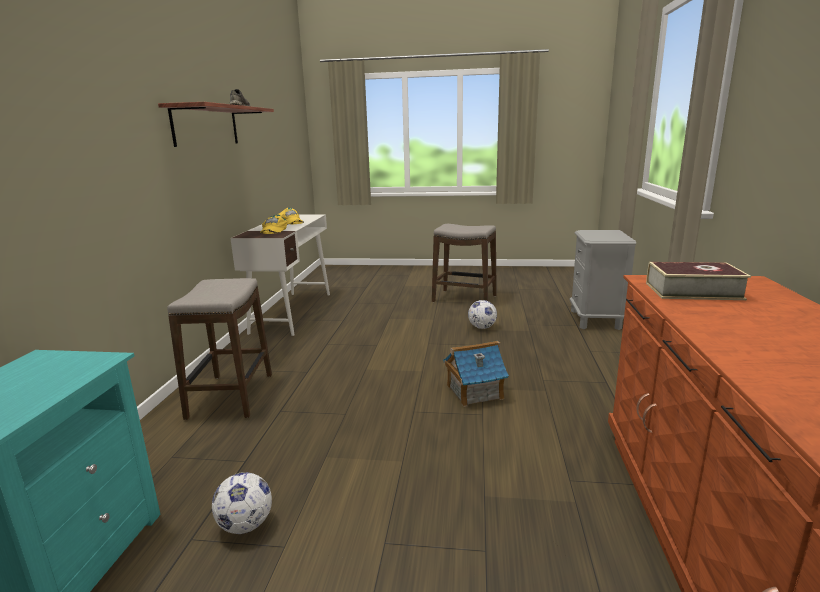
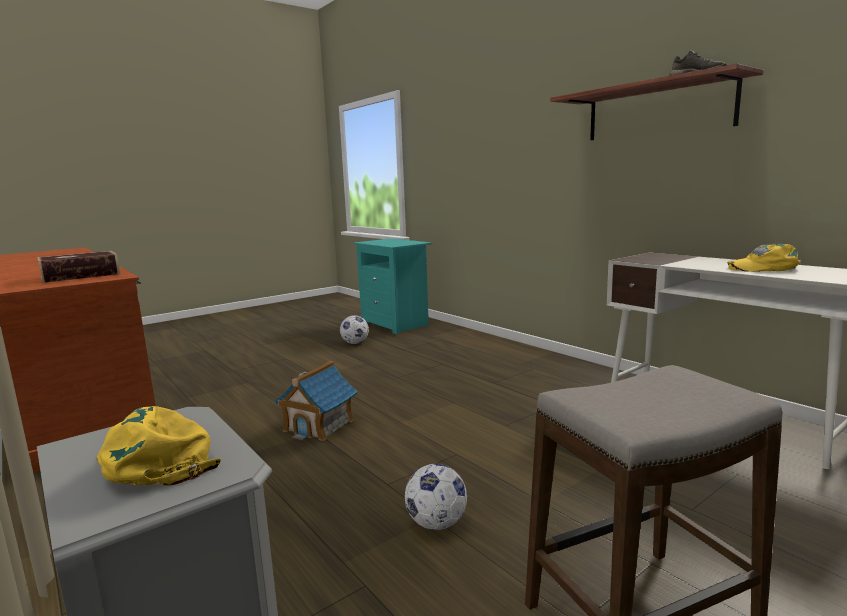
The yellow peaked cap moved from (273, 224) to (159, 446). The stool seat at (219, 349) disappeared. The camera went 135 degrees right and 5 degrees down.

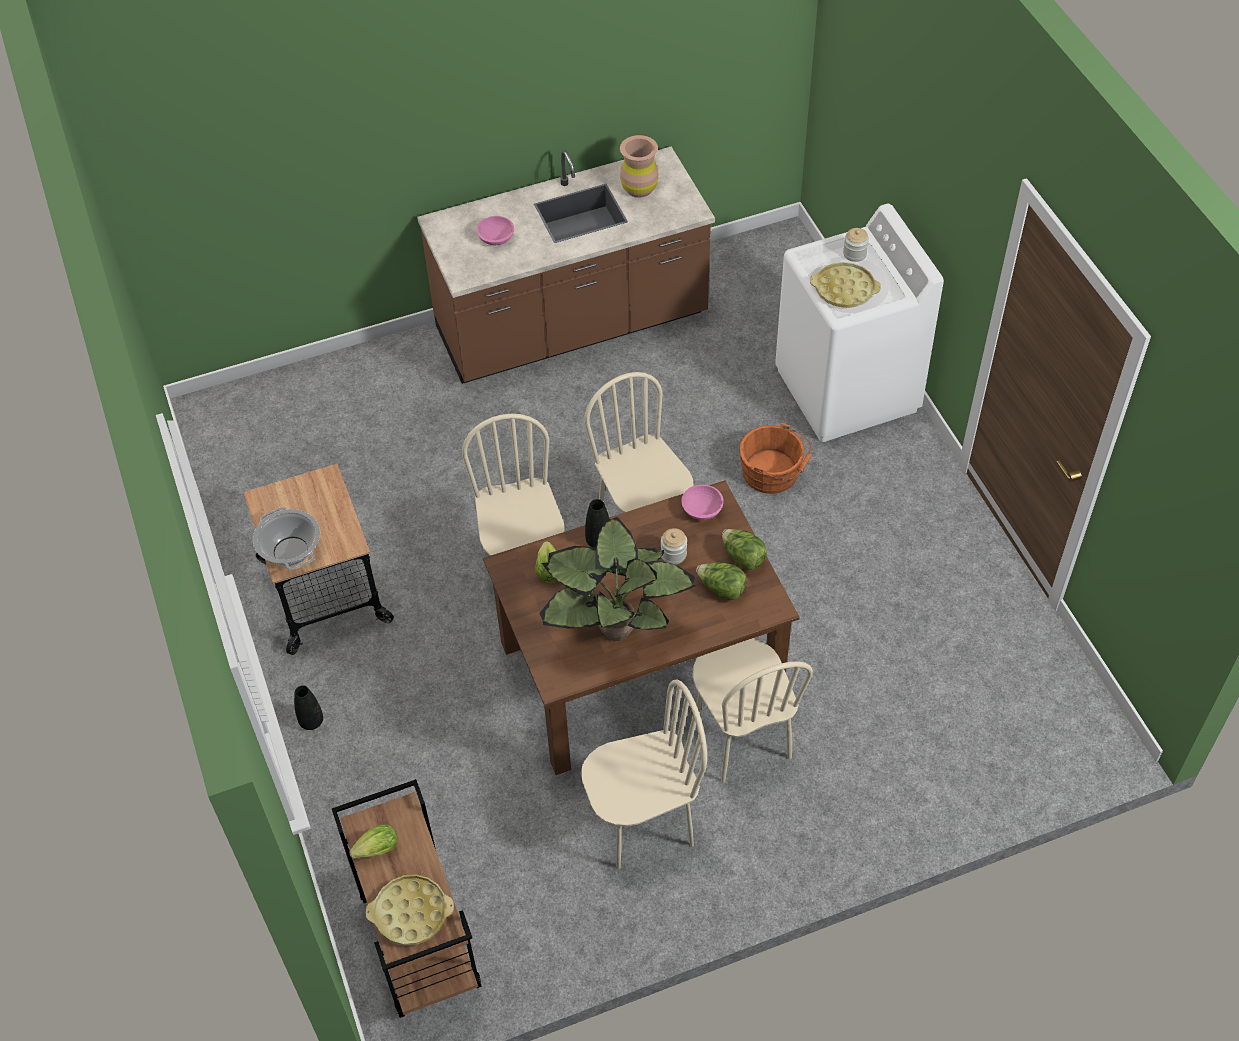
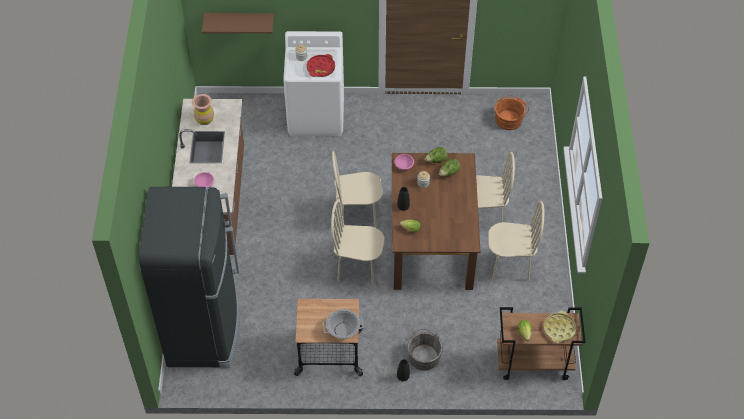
The black-coloured kitchen fridge at (189, 277) appeared. The brownish wall shelf at (238, 23) appeared. The yellow serving tray at (845, 285) became the red serving tray at (321, 65). The gray water bucket at (423, 349) appeared. The sand-coloured chair at (644, 774) turned 90 degrees clockwise. The orange-coloured water bucket moved from (775, 458) to (512, 112). The potted plant at (617, 579) disappeared. The camera went 70 degrees left and 0 degrees up.

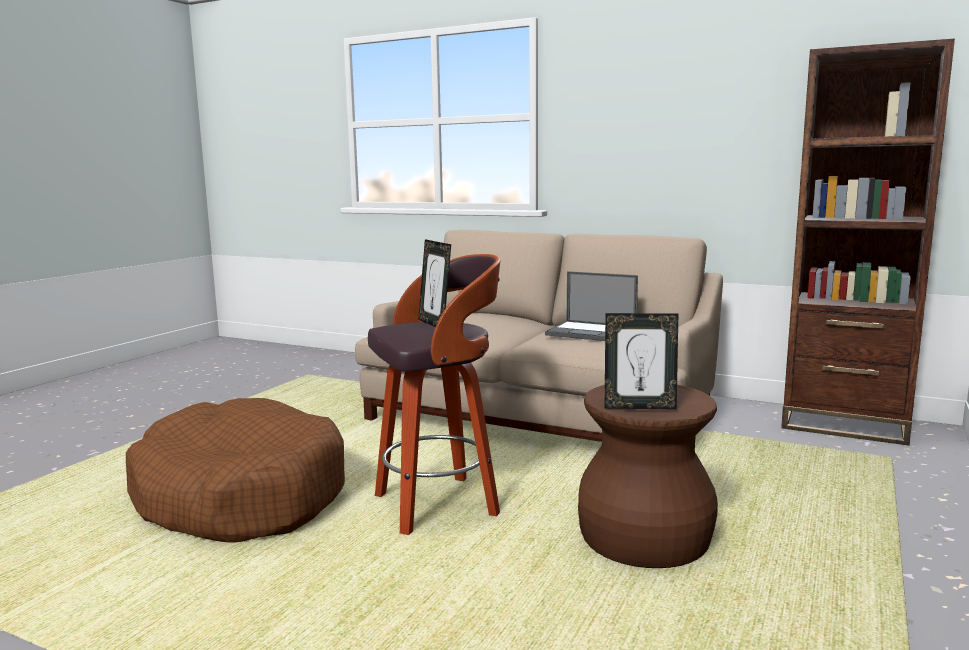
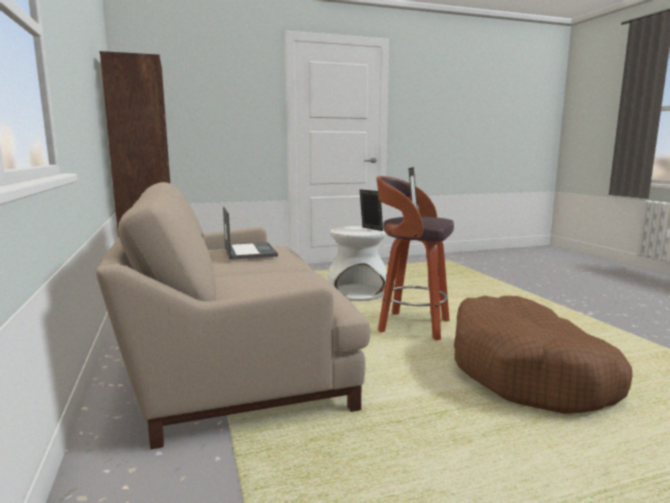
The brownish stool seat at (648, 476) became the whitish stool seat at (357, 263). The camera went 135 degrees left and 0 degrees up.

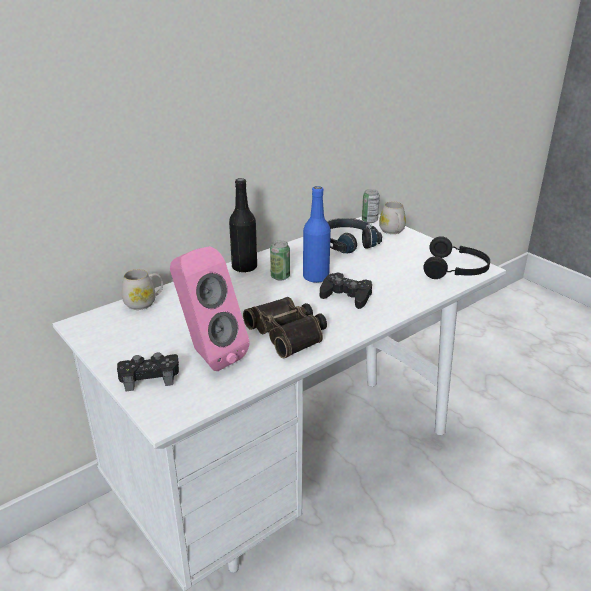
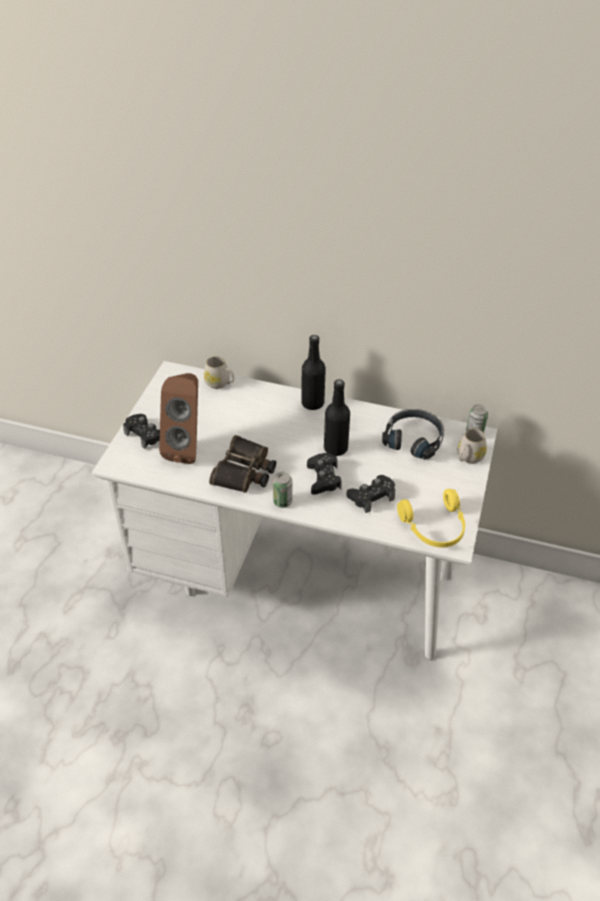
The pinkish loudspeaker at (210, 308) became the brownish loudspeaker at (178, 418). The sealed can moved from (280, 260) to (283, 490). The blue bottle at (317, 234) became the black-coloured bottle at (337, 417). The black-coloured joypad at (370, 494) appeared. The black-coloured headphones at (457, 257) became the yellow headphones at (431, 518). The camera went 55 degrees right and 15 degrees up.

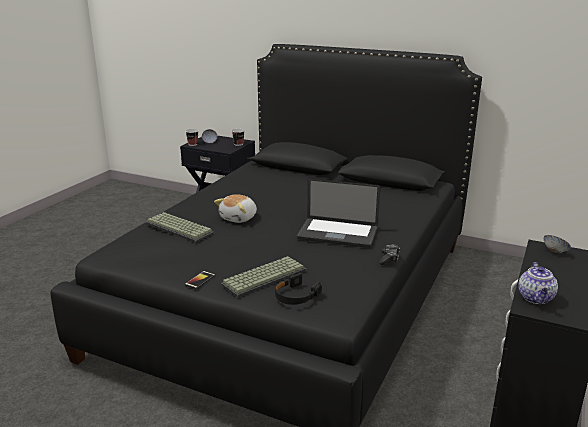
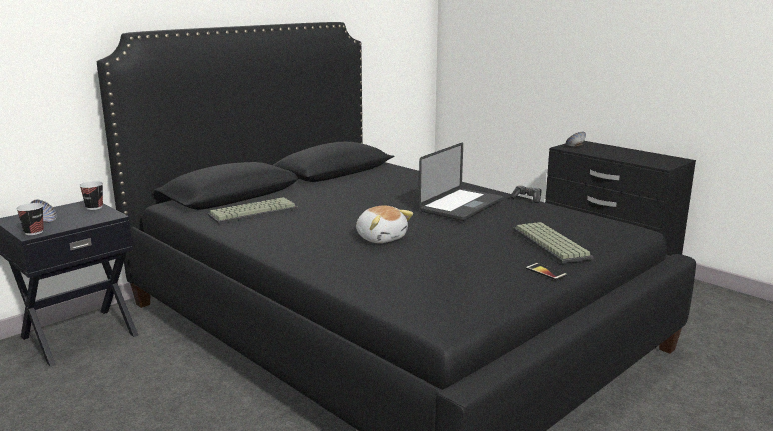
The PC keyboard moved from (180, 227) to (253, 210). The black-coloured headphones at (298, 289) disappeared. The pot for tea at (538, 283) disappeared. The camera went 70 degrees left and 5 degrees down.

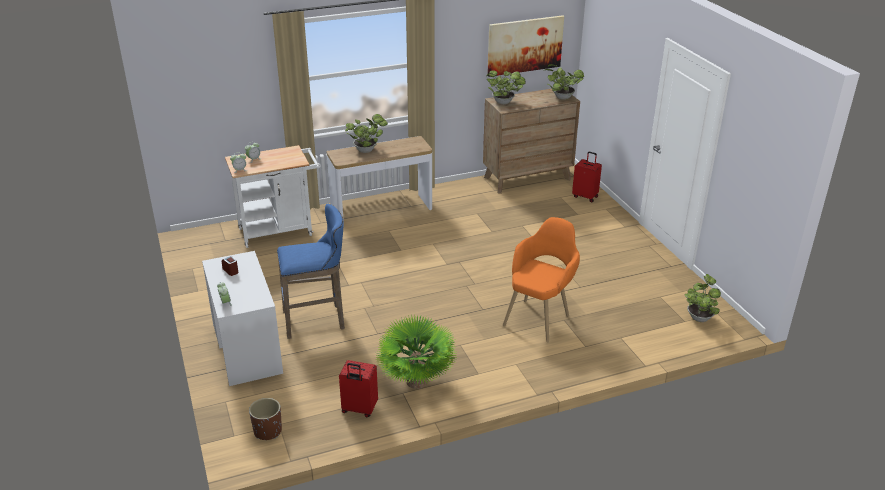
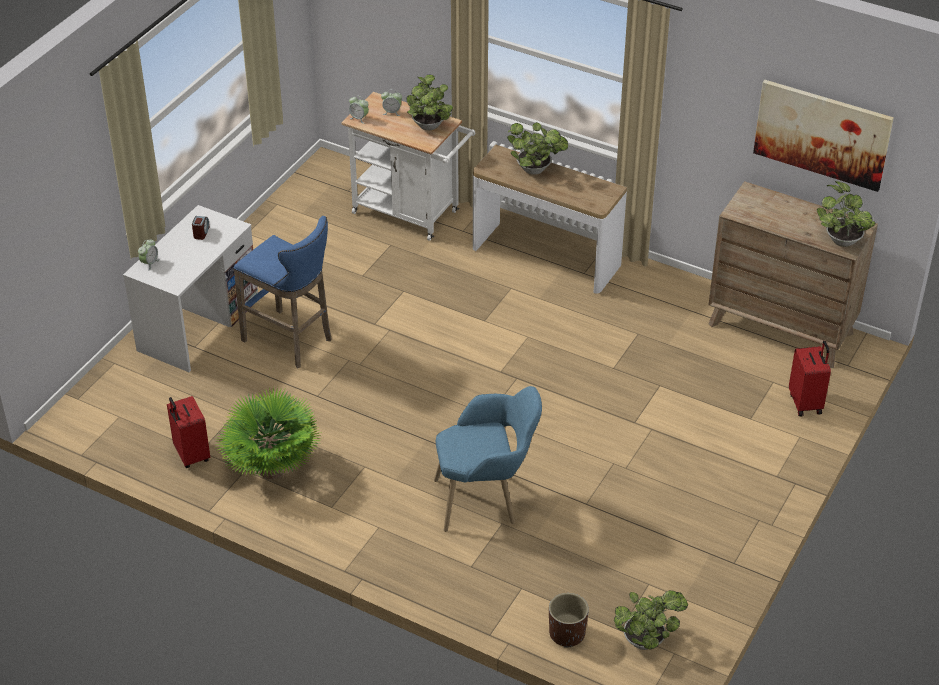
The potted plant moved from (506, 87) to (429, 102). The orange-coloured easy chair at (541, 279) became the blue easy chair at (488, 459). The brownish plant pot moved from (265, 419) to (569, 620). The camera went 50 degrees right and 10 degrees up.

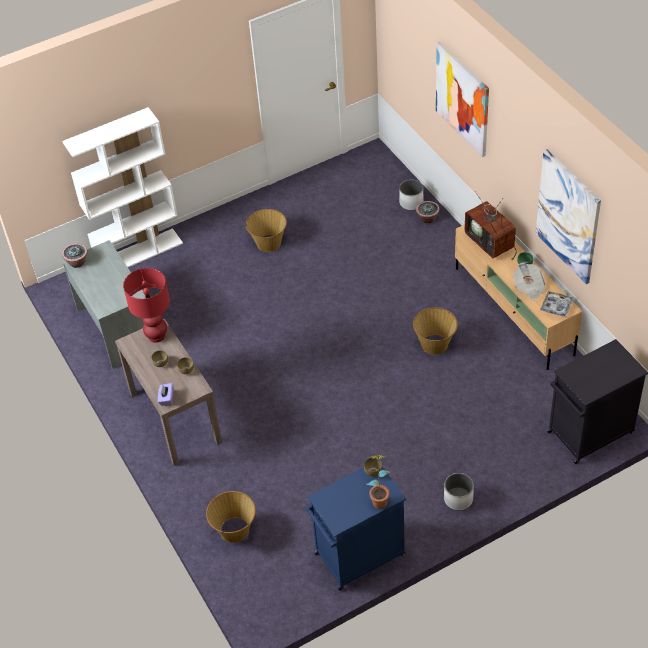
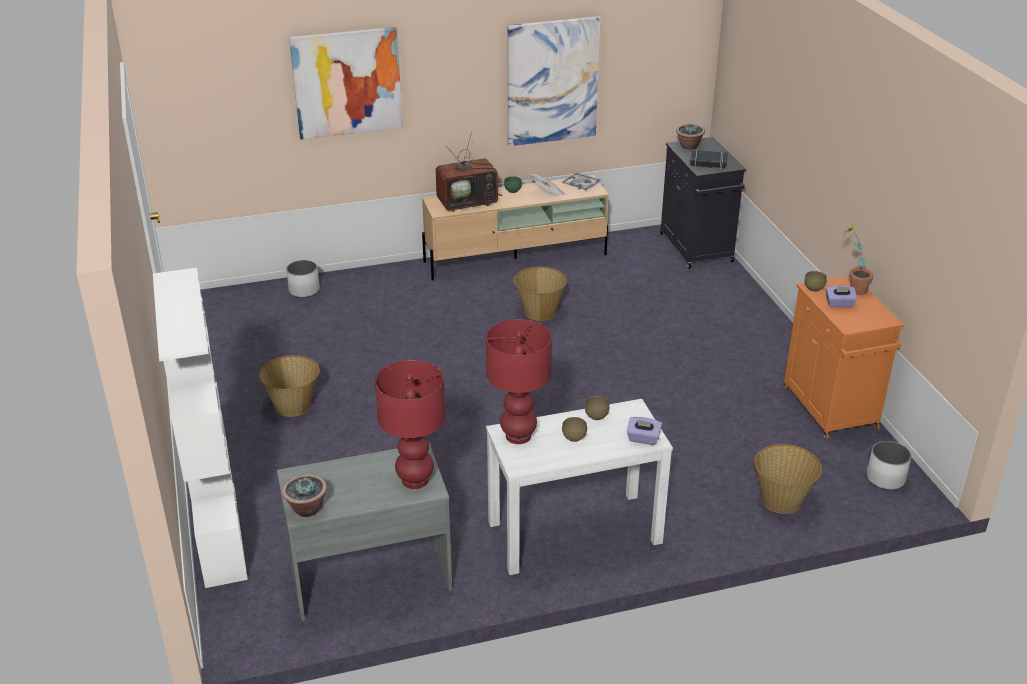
The red table lamp at (410, 424) appeared. The brownish narrow table at (168, 392) became the whitish narrow table at (579, 487). The potted plant moved from (428, 212) to (690, 136). The black-coloured bound book at (708, 159) appeared. The blue storage cabinet at (356, 528) became the orange-coloured storage cabinet at (843, 358). The purple-coloured box of tissues at (841, 296) appeared. The whitish plant pot moved from (459, 492) to (889, 465). The camera went 80 degrees left and 15 degrees down.

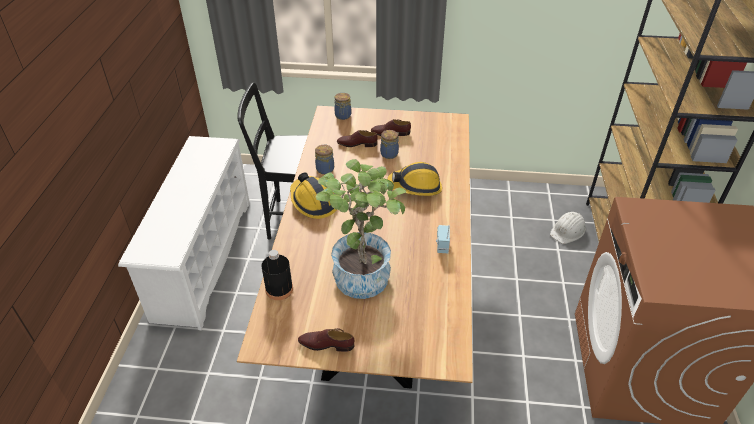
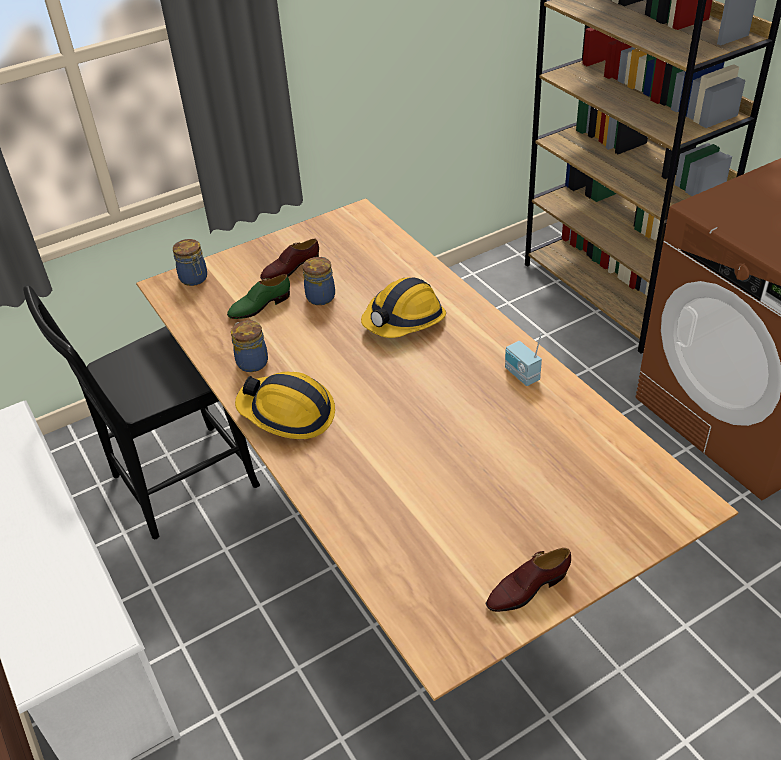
The brownish item of footwear at (357, 138) became the green item of footwear at (258, 296). The black-coloured bottle at (277, 275) disappeared. The potted plant at (361, 229) disappeared. The whitish hard hat at (568, 228) disappeared. The camera went 35 degrees left and 0 degrees up.

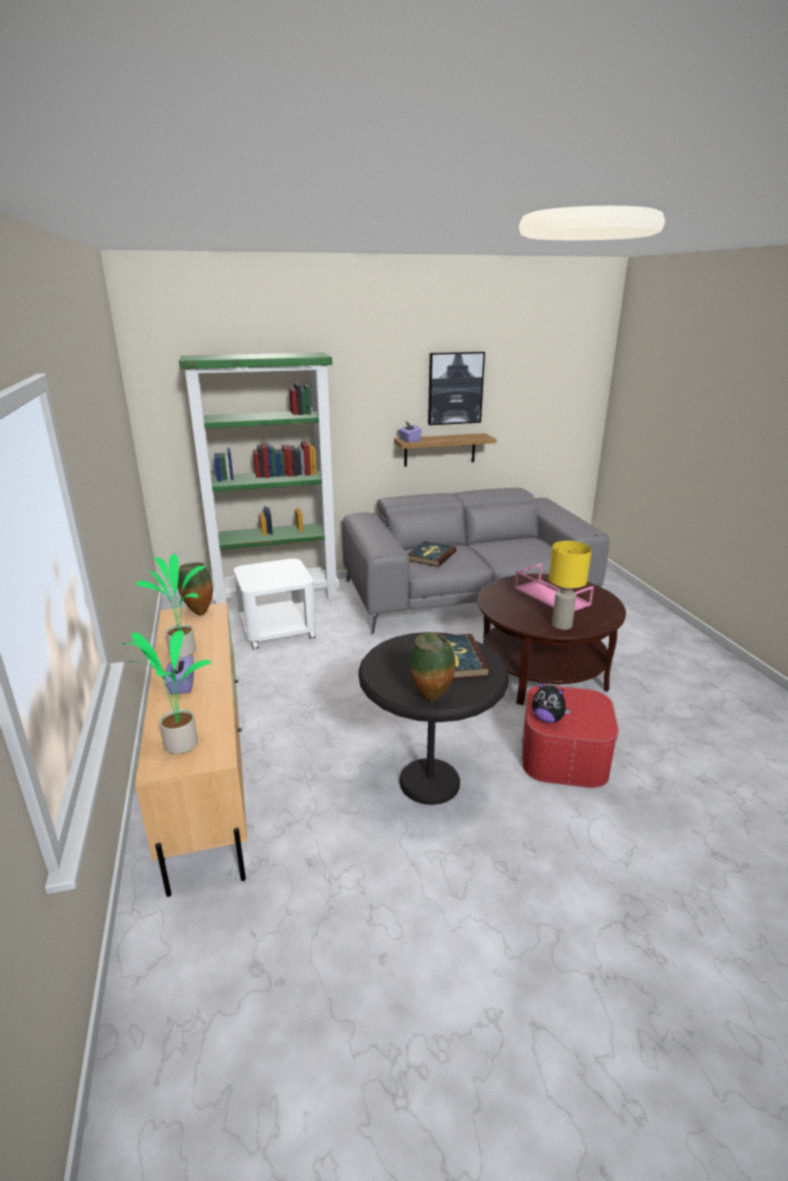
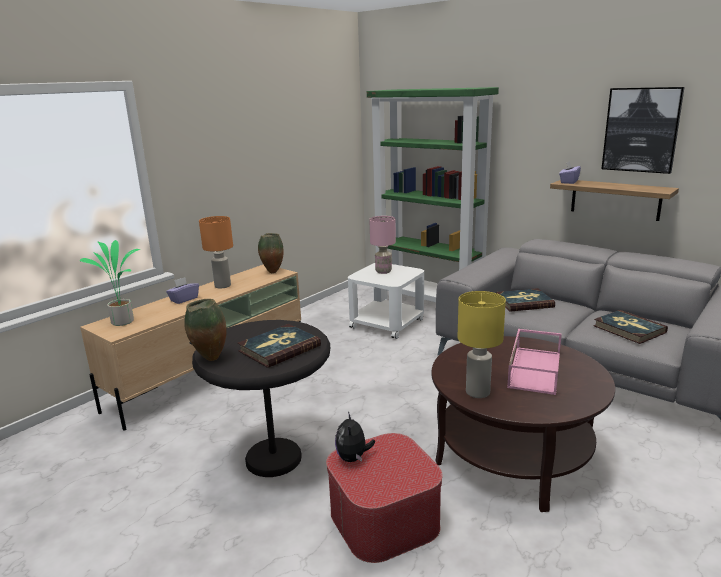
The potted plant at (170, 606) was replaced by the orange-coloured table lamp at (216, 252). The pinkish table lamp at (382, 245) appeared. The bound book at (630, 327) appeared. The camera went 55 degrees right and 5 degrees down.

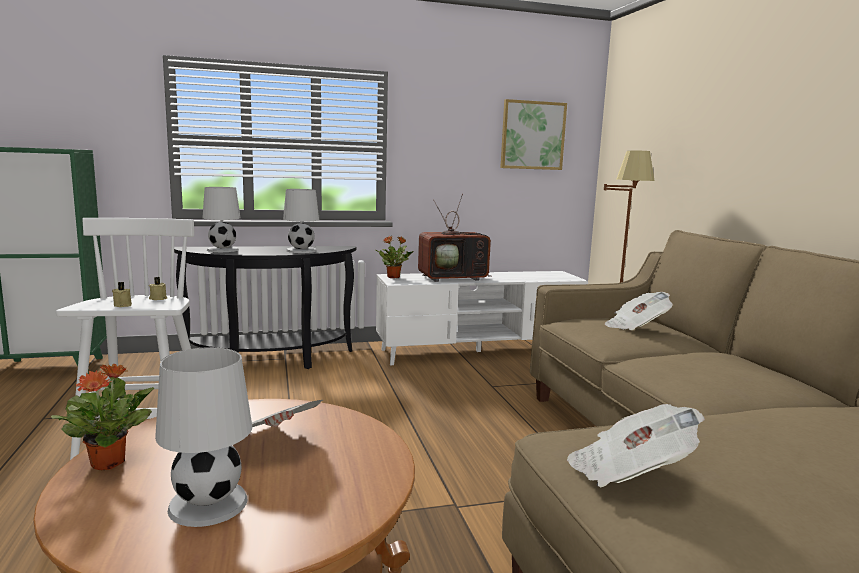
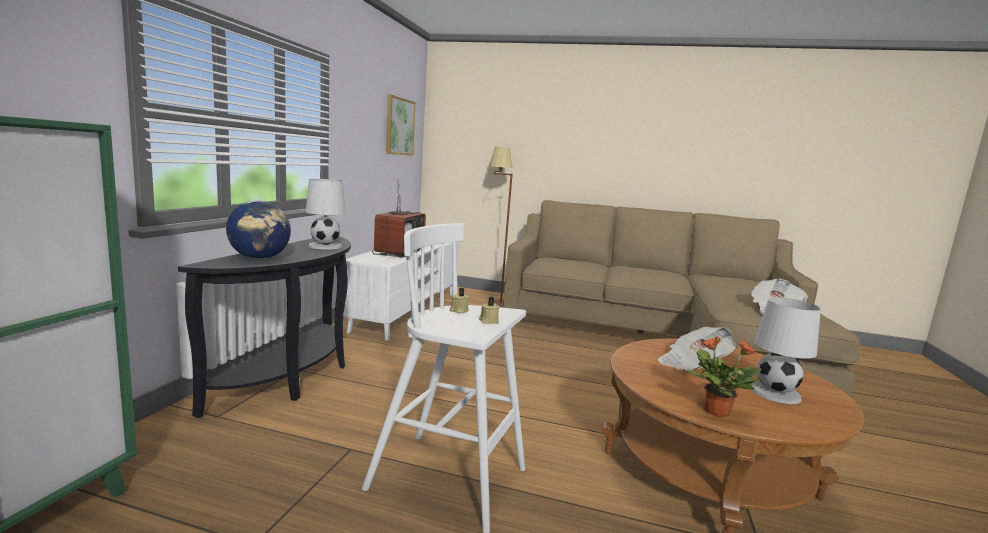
The whitish table lamp at (221, 219) was replaced by the globe at (258, 229). The potted plant at (394, 257) disappeared. The daily paper at (639, 311) disappeared. The camera went 60 degrees left and 0 degrees up.

